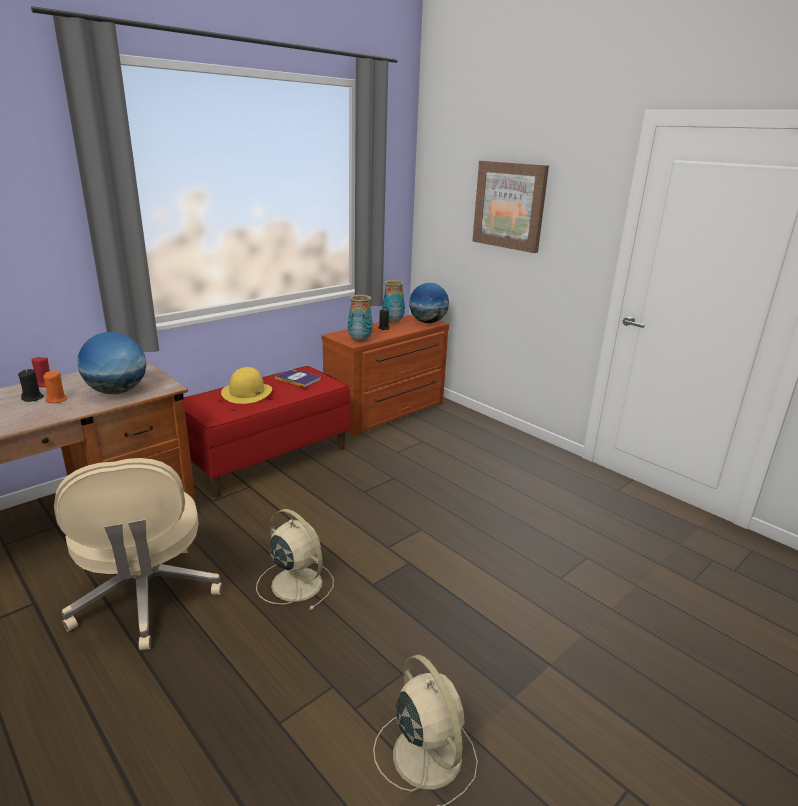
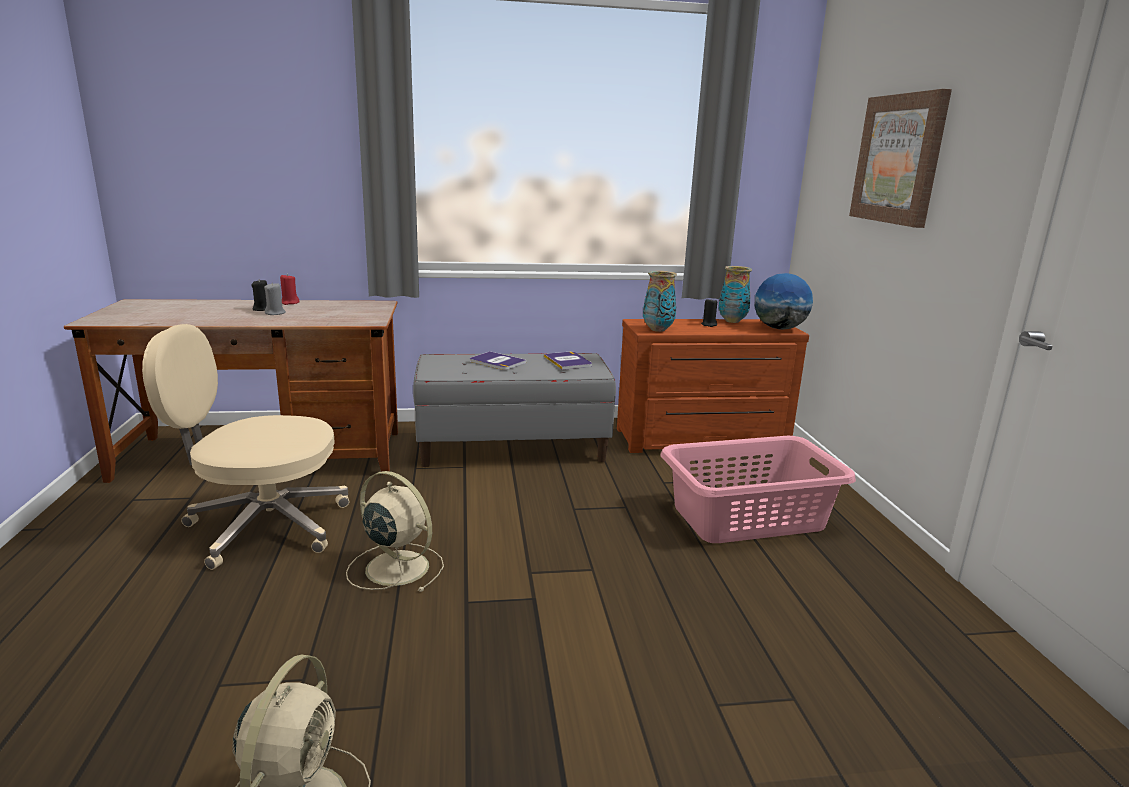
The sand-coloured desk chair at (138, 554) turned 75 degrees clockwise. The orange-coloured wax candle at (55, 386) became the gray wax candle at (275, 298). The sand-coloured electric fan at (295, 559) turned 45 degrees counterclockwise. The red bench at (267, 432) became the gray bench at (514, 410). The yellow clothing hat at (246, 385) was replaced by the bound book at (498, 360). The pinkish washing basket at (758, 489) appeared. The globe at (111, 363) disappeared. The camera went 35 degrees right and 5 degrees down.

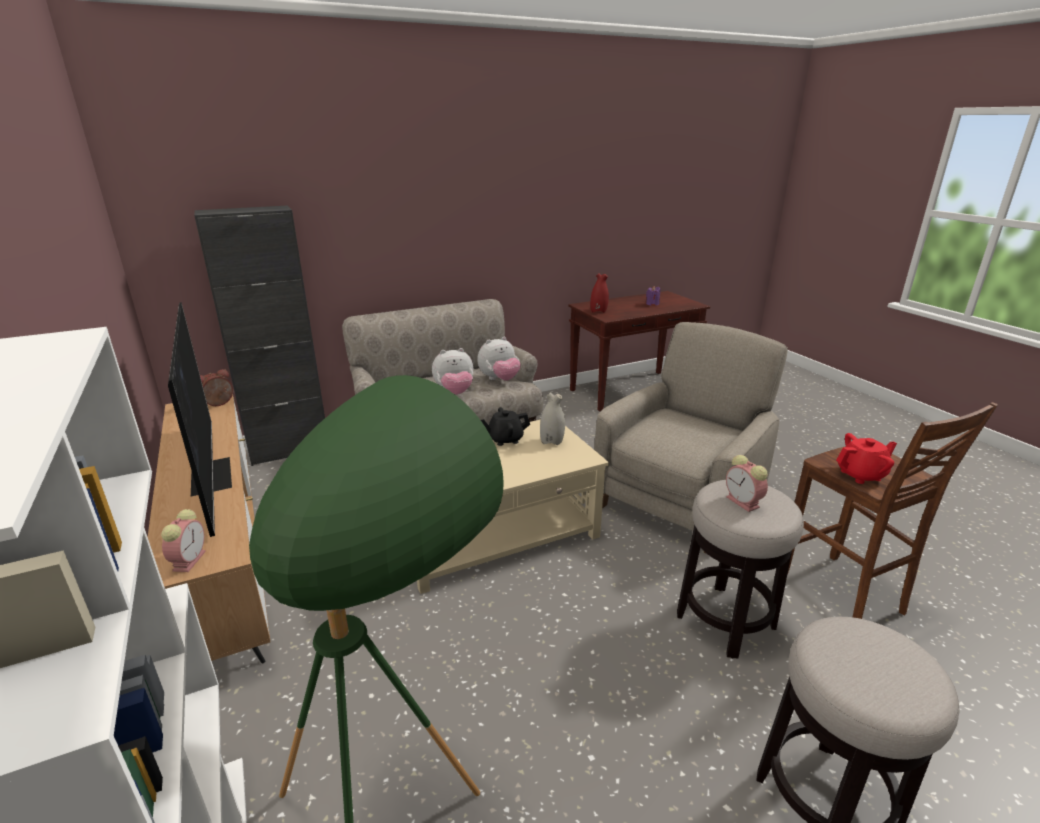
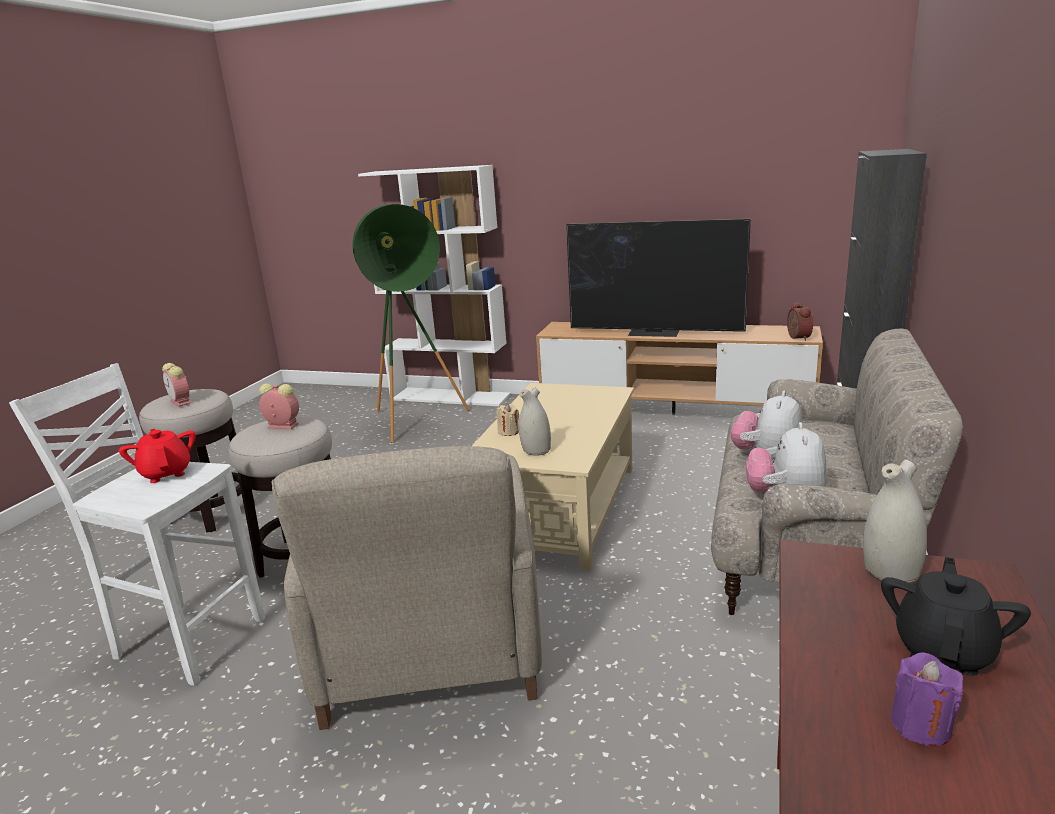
The brownish stool seat at (892, 510) became the whitish stool seat at (137, 524). The red pot for tea at (866, 458) turned 120 degrees clockwise. The table clock moved from (183, 540) to (176, 385). The sand-coloured wax candle at (508, 420) appeared. The red vase at (599, 293) became the whitish vase at (895, 521). The black-coloured pot for tea moved from (505, 426) to (956, 616). The camera went 135 degrees right and 5 degrees down.

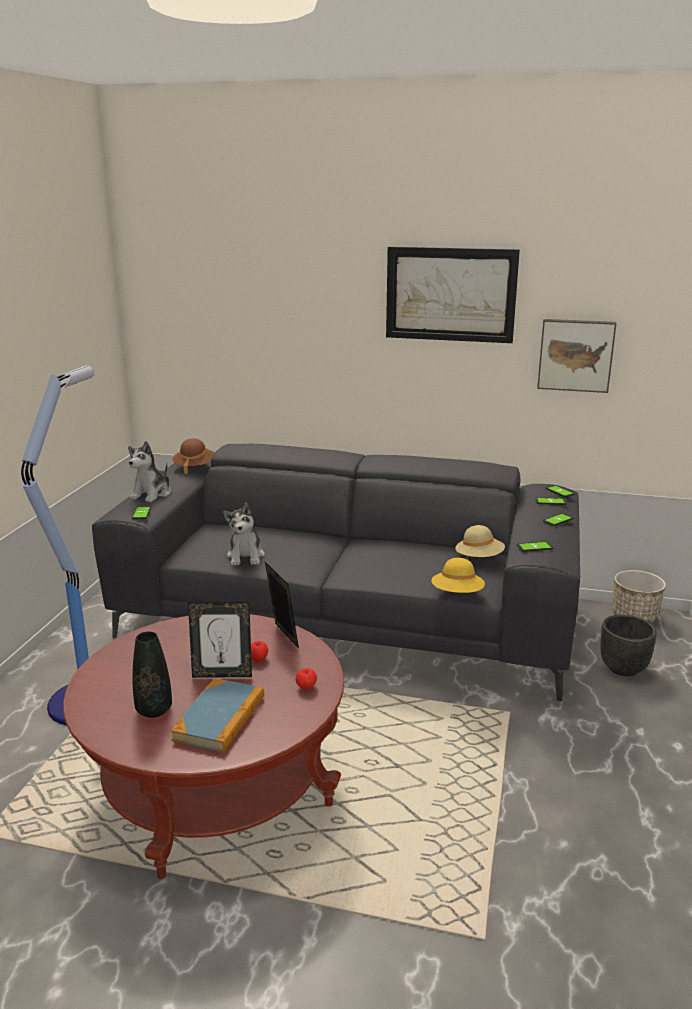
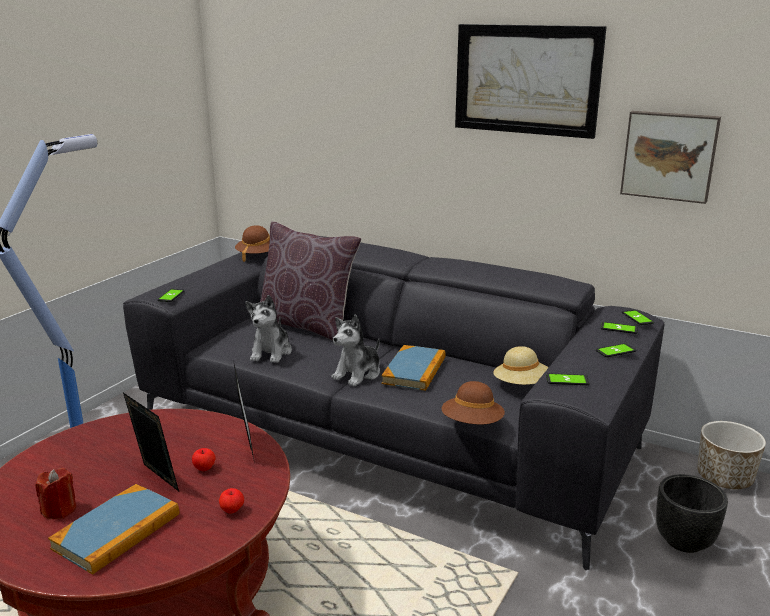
The black-coloured vase at (152, 675) was replaced by the red wax candle at (55, 493). The photo frame at (220, 640) turned 150 degrees counterclockwise. The brownish pillow at (310, 280) appeared. The cuddly toy moved from (149, 471) to (355, 350). The bound book at (414, 368) appeared. The yellow clothing hat at (458, 575) became the brownish clothing hat at (473, 403). The camera went 15 degrees right and 0 degrees up.

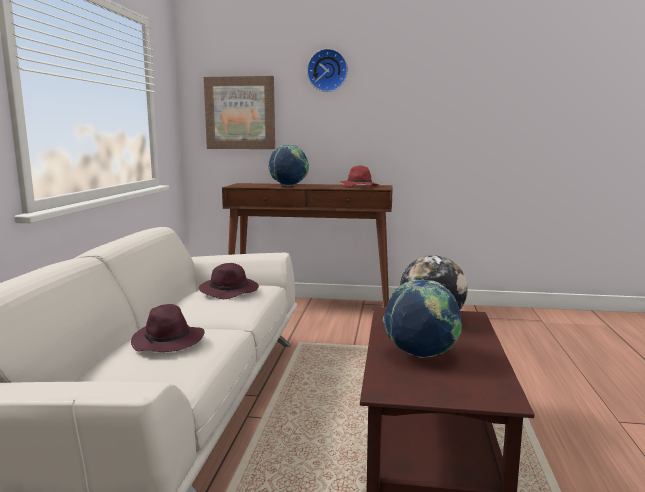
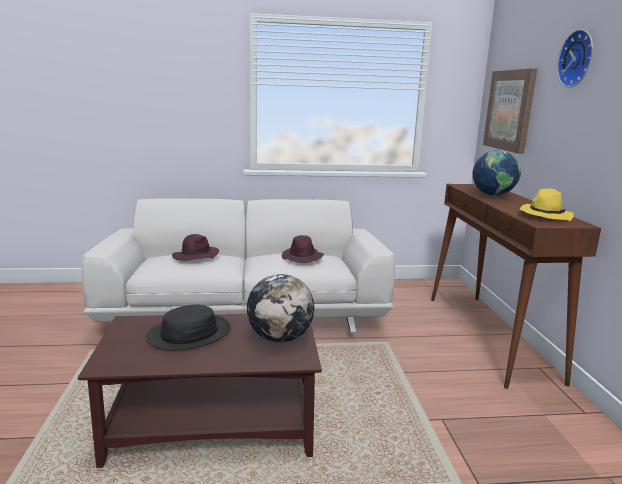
The globe at (422, 318) was replaced by the black-coloured clothing hat at (188, 327). The red clothing hat at (360, 176) became the yellow clothing hat at (546, 205). The camera went 75 degrees right and 5 degrees up.

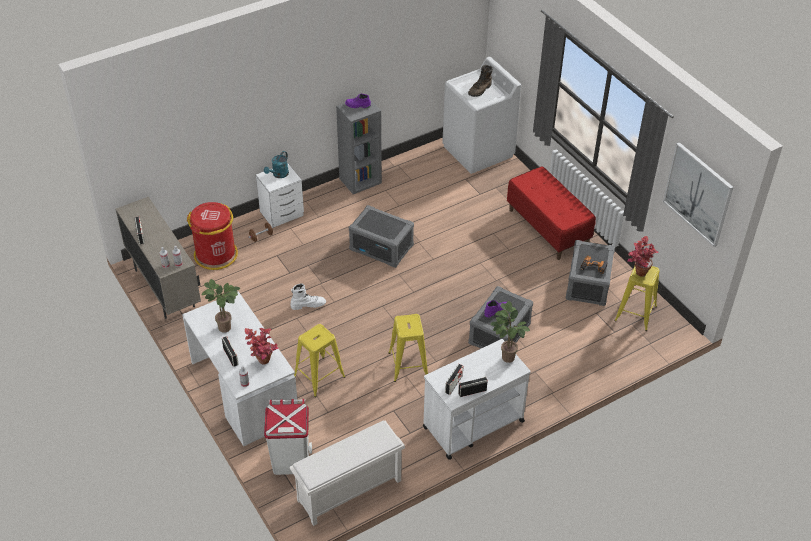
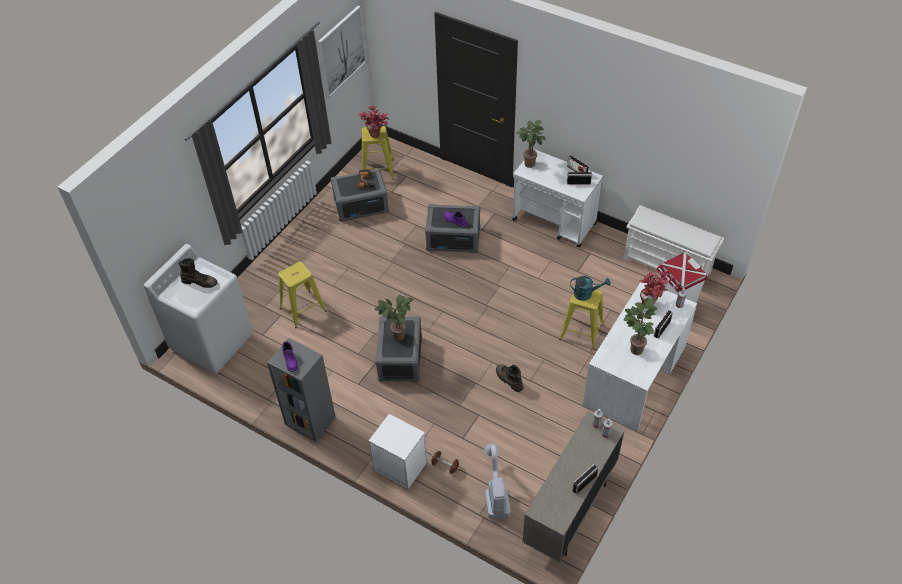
The yellow stool seat moved from (408, 348) to (302, 295). The potted plant at (394, 318) appeared. The red waste bin at (212, 236) was replaced by the vacuum at (497, 481). The whitish boot at (308, 296) became the brownish boot at (510, 378). The turquoise watering can moved from (276, 164) to (590, 288). The red bench at (551, 213) disappeared. The camera went 115 degrees left and 5 degrees up.

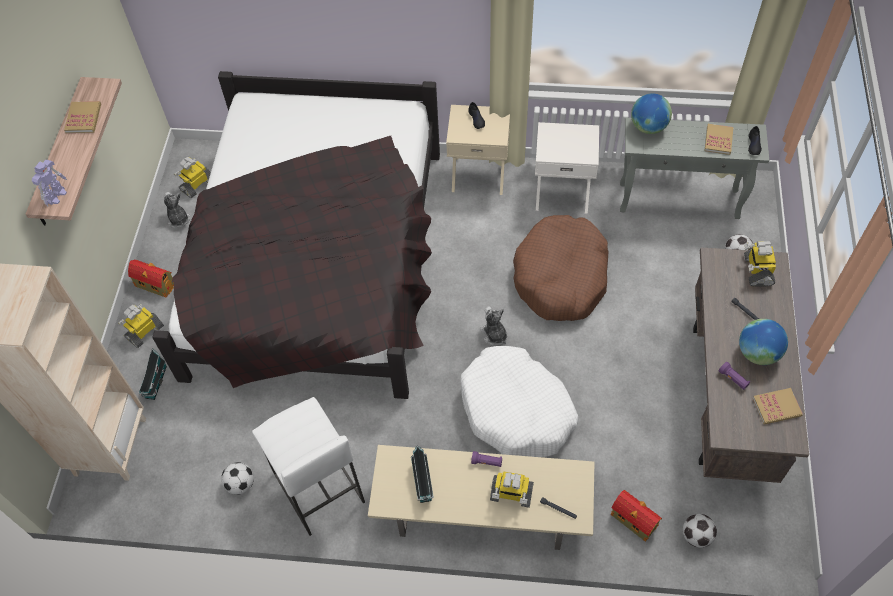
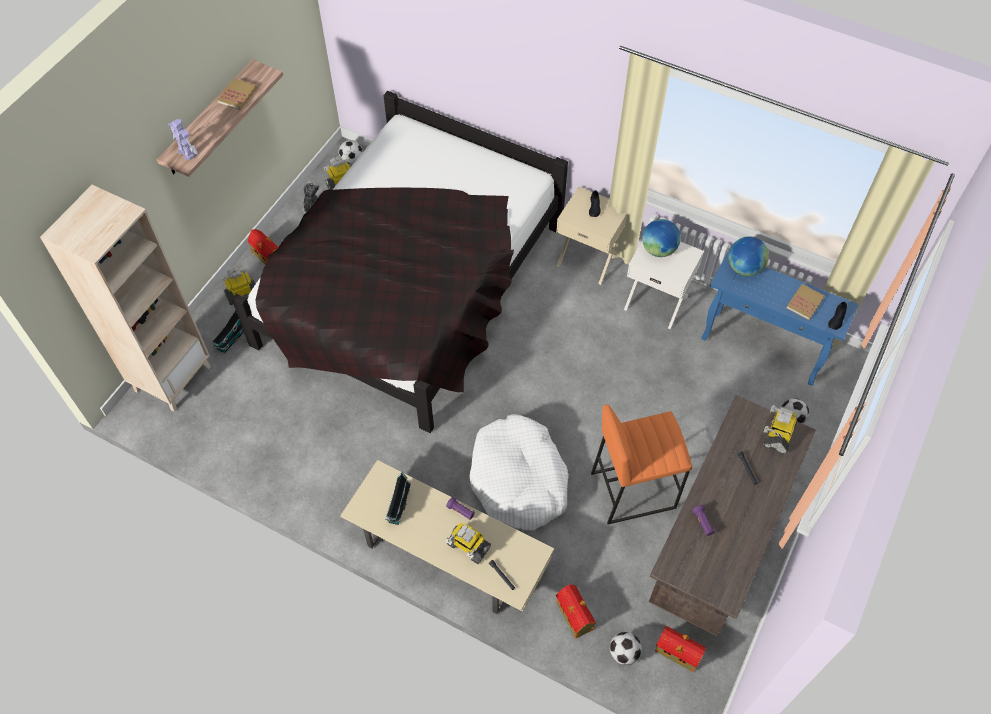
The model robot at (49, 183) turned 90 degrees counterclockwise. The football ball moved from (237, 478) to (351, 152). The orange-coloured stool seat at (641, 464) appeared. The globe moved from (763, 342) to (661, 238). The miniature house at (680, 649) appeared. The gray narrow table at (694, 168) became the blue narrow table at (780, 319). The whitish stool seat at (308, 466) disappeared. The cuddly toy at (493, 325) disappeared. The brownish dog bed at (560, 268) disappeared. The bound book at (778, 406) disappeared. The camera went 20 degrees right and 0 degrees up.

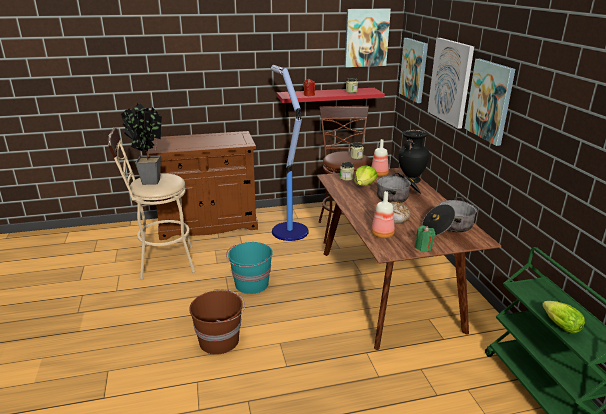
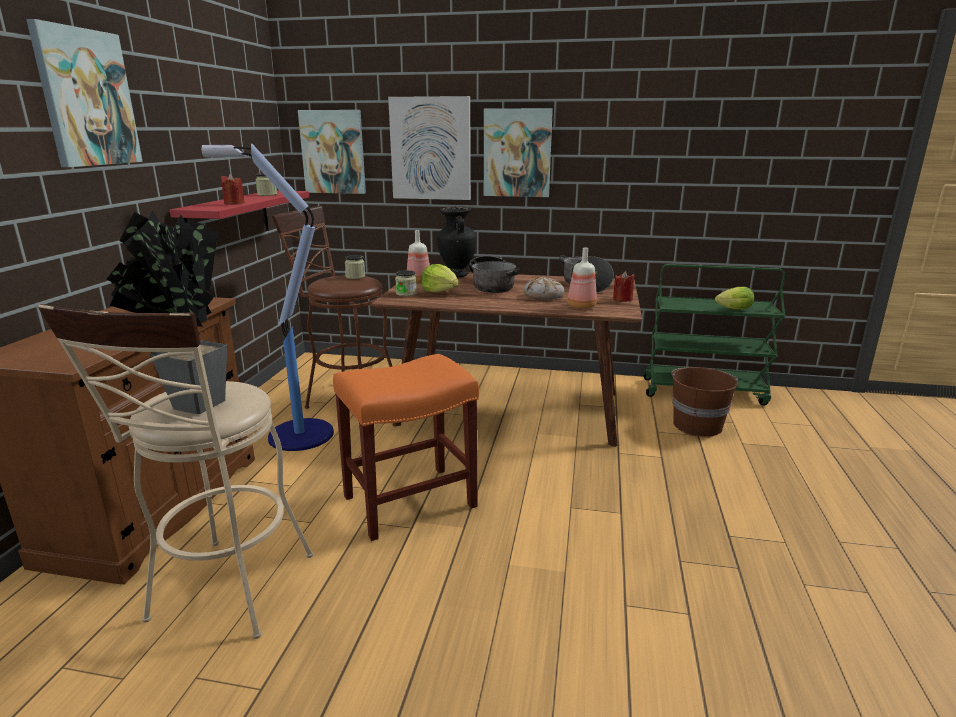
The picture moved from (368, 37) to (84, 93). The turquoise water bucket at (249, 268) was replaced by the orange-coloured stool seat at (406, 447). The green wax candle at (425, 239) became the red wax candle at (624, 286). The brownish water bucket moved from (217, 322) to (704, 402). The camera went 65 degrees left and 5 degrees down.

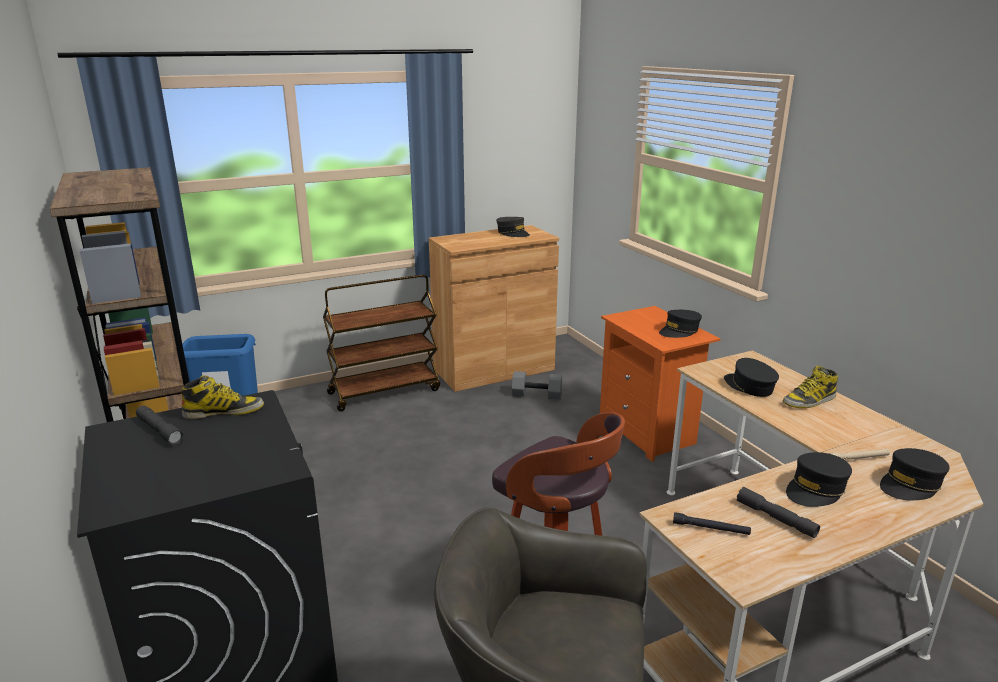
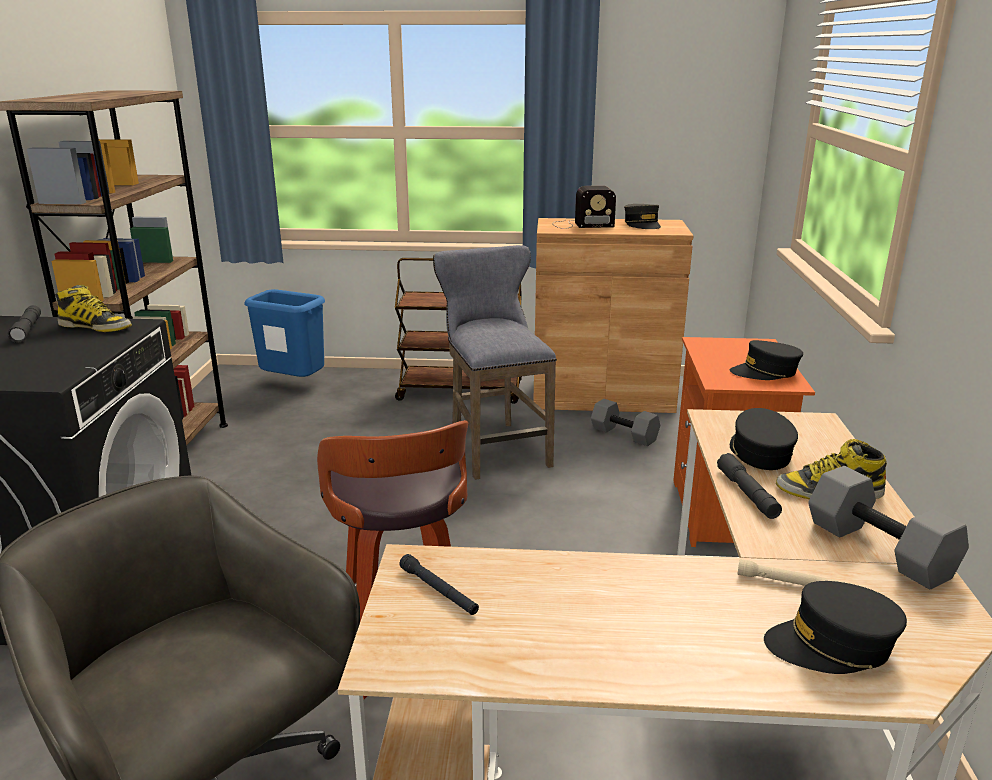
The gray stool seat at (495, 362) appeared. The radio receiver at (584, 207) appeared. The gray flashlight moved from (778, 512) to (749, 486). The gray hand weight at (888, 528) appeared. The black-coloured peaked cap at (819, 479) disappeared. The camera went 30 degrees right and 0 degrees up.

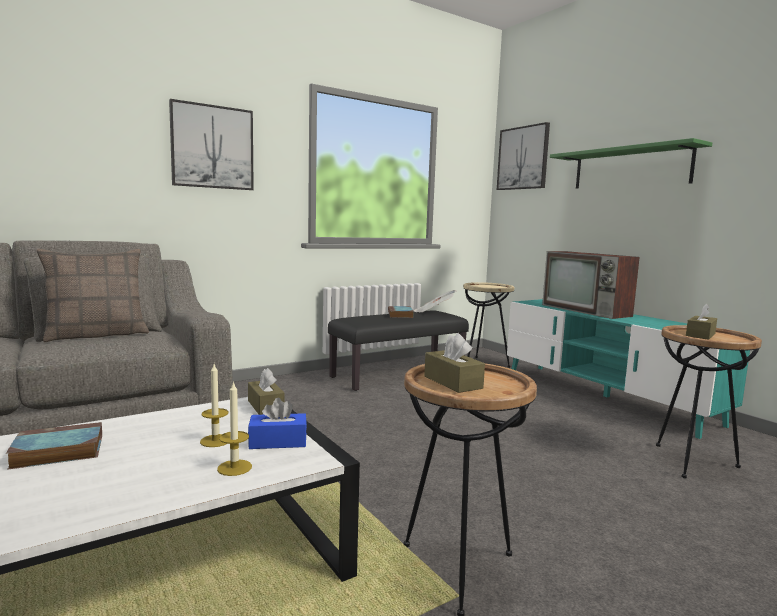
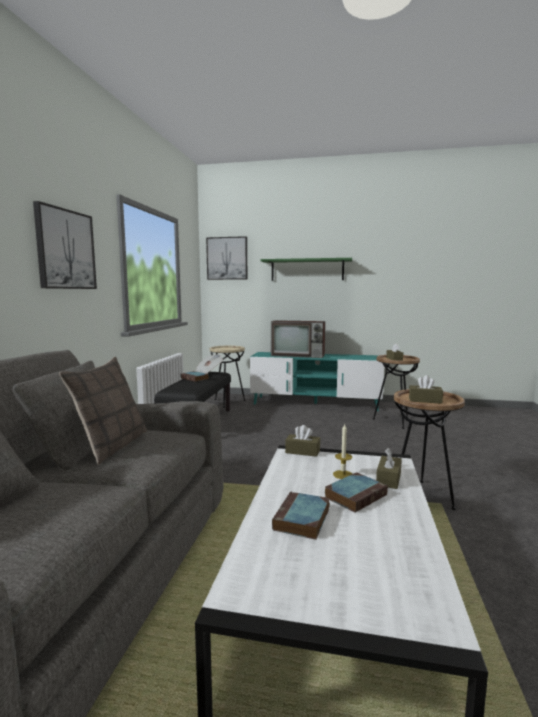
The bound book at (356, 492) appeared. The wax candle at (234, 428) was replaced by the brownish box of tissues at (389, 468). The blue box of tissues at (277, 423) disappeared. The camera went 45 degrees left and 0 degrees up.

